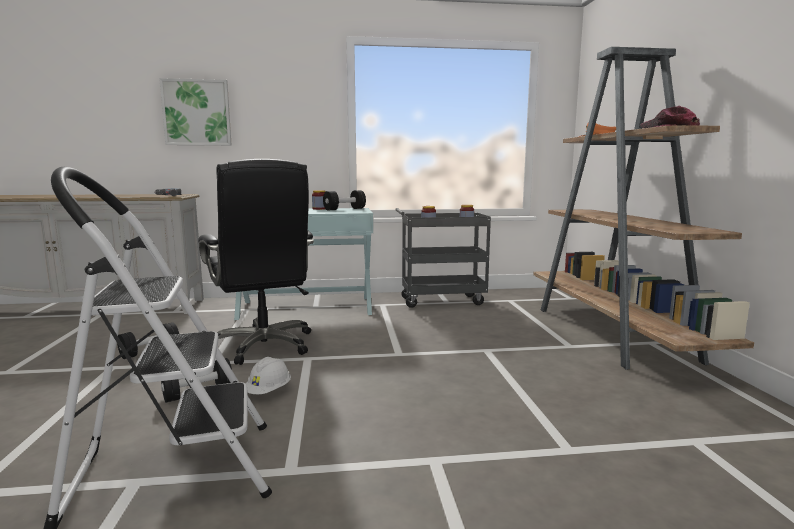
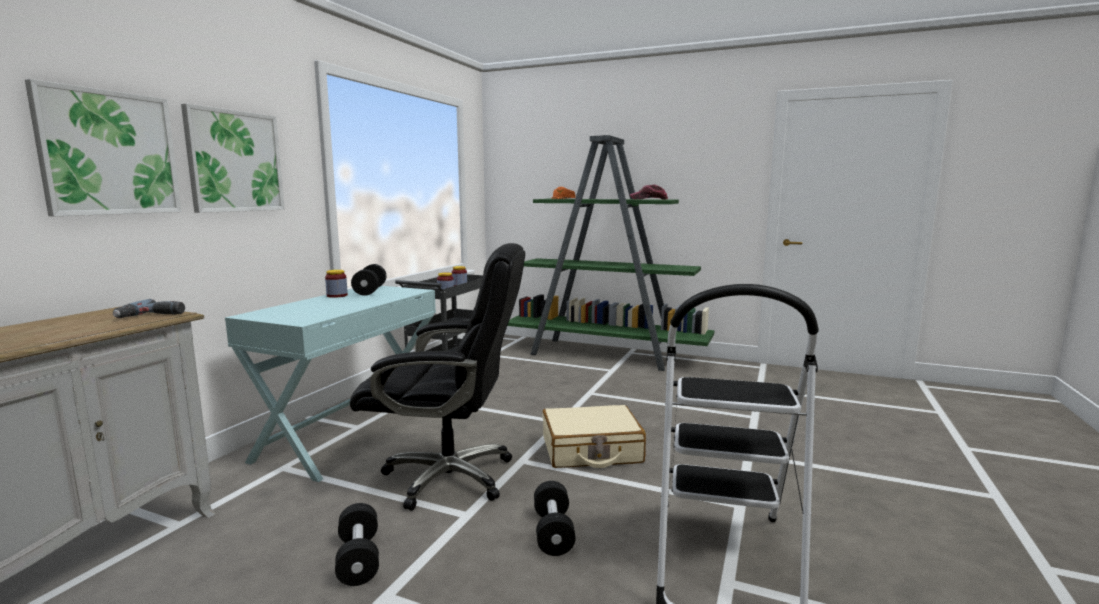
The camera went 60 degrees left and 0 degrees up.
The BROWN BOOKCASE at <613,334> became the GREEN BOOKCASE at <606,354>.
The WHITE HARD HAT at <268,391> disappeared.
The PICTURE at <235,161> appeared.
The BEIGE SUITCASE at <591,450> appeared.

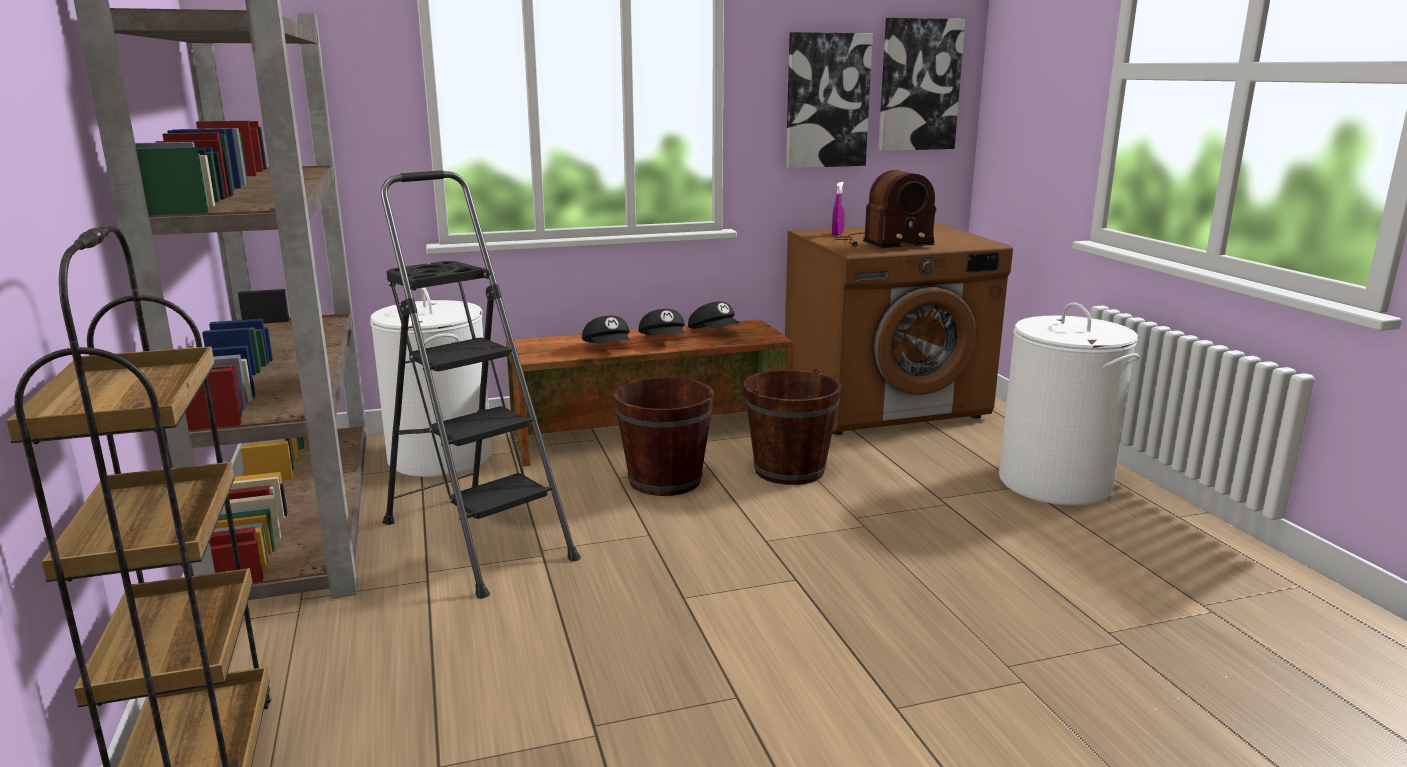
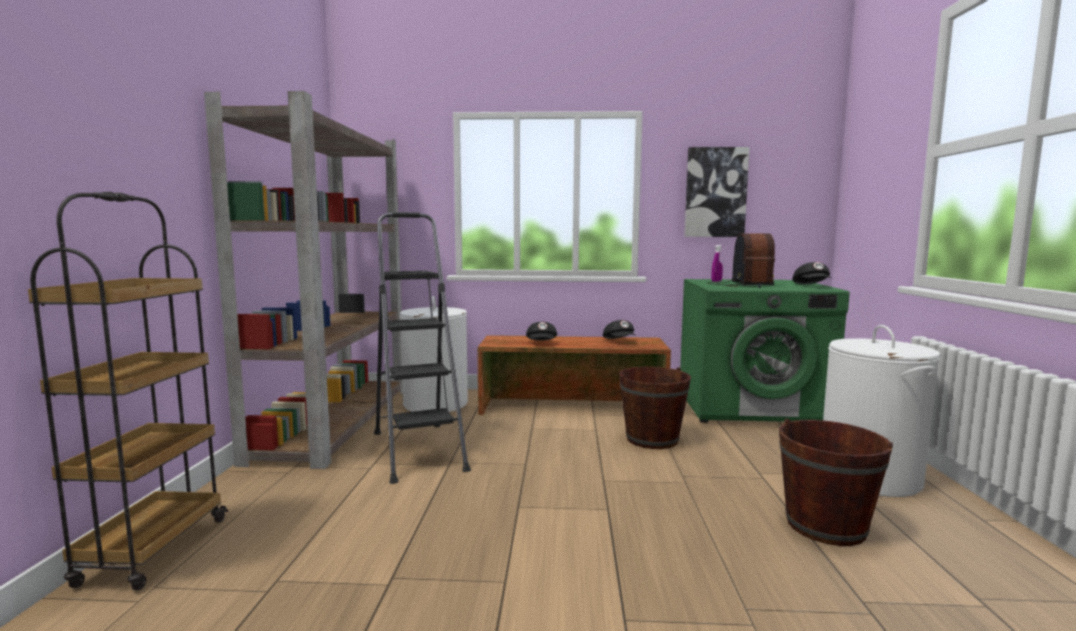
The camera went 20 degrees right and 10 degrees down.
The PICTURE at <919,85> disappeared.
The RADIO at <881,243> turned 90 degrees counterclockwise.
The BROWN WASHING MACHINE at <887,408> became the GREEN WASHING MACHINE at <752,410>.
The BLACK CAP moved from <663,340> to <812,285>.
The BROWN BUCKET moved from <665,480> to <825,526>.

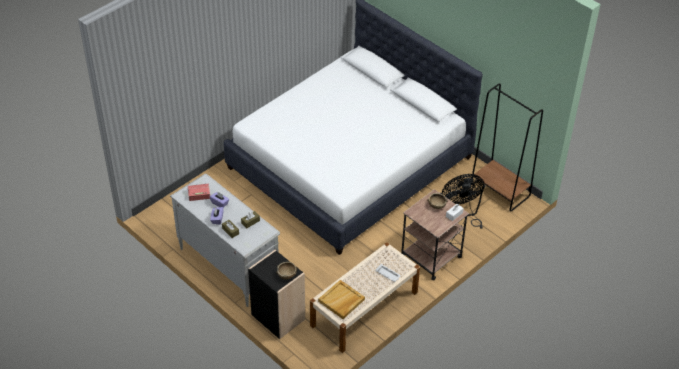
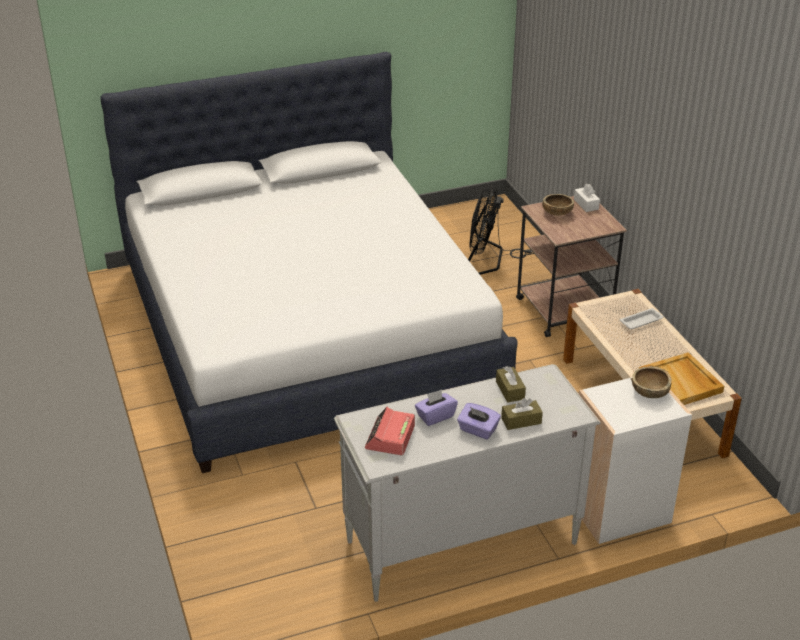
The camera went 65 degrees left and 10 degrees down.
The CLOTHES RACK at <500,191> disappeared.
The BLACK BOOKCASE at <277,317> became the WHITE BOOKCASE at <618,511>.

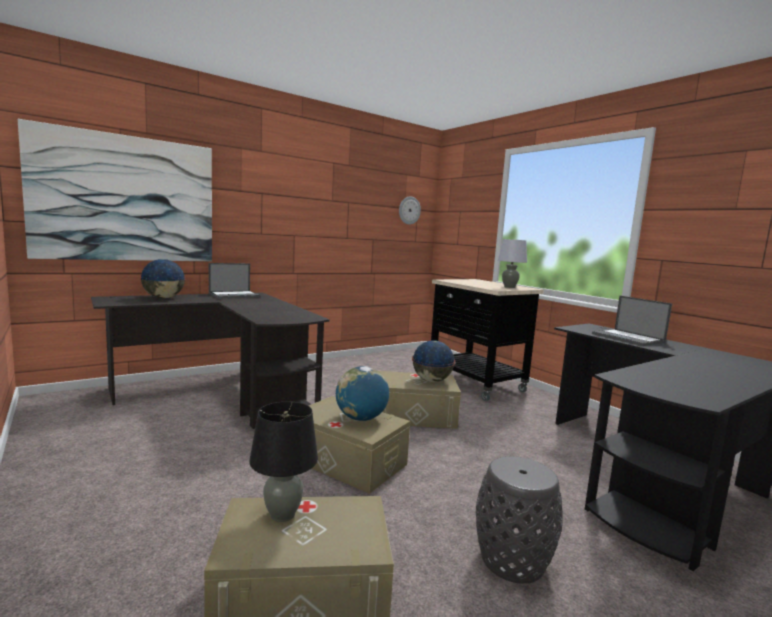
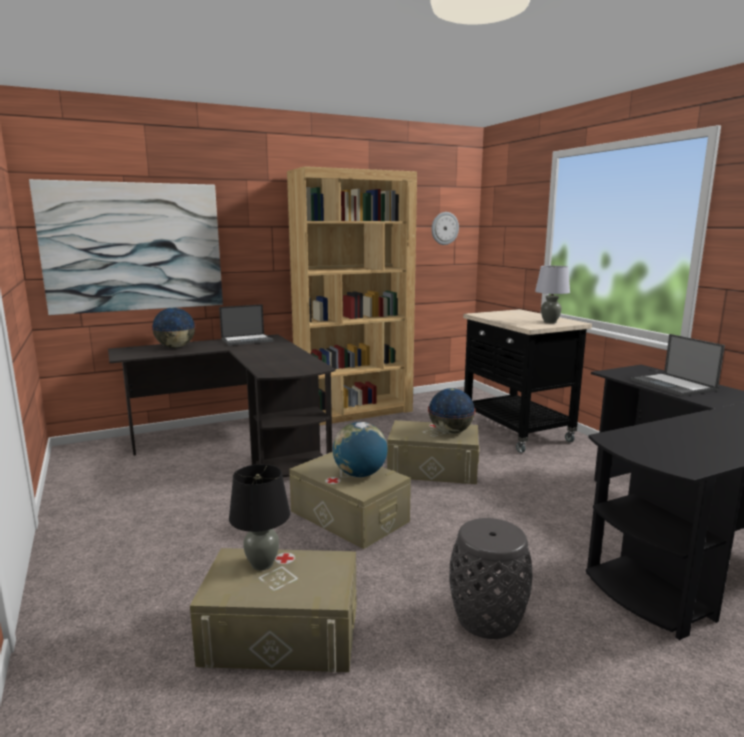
The camera went 10 degrees right and 5 degrees up.
The BROWN BOOKCASE at <354,412> appeared.

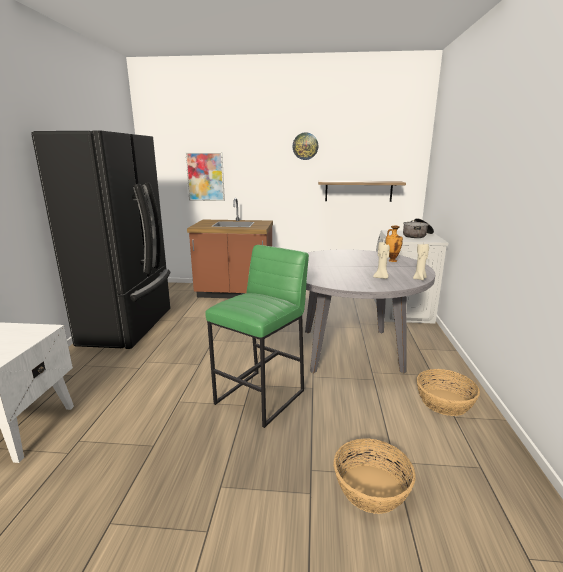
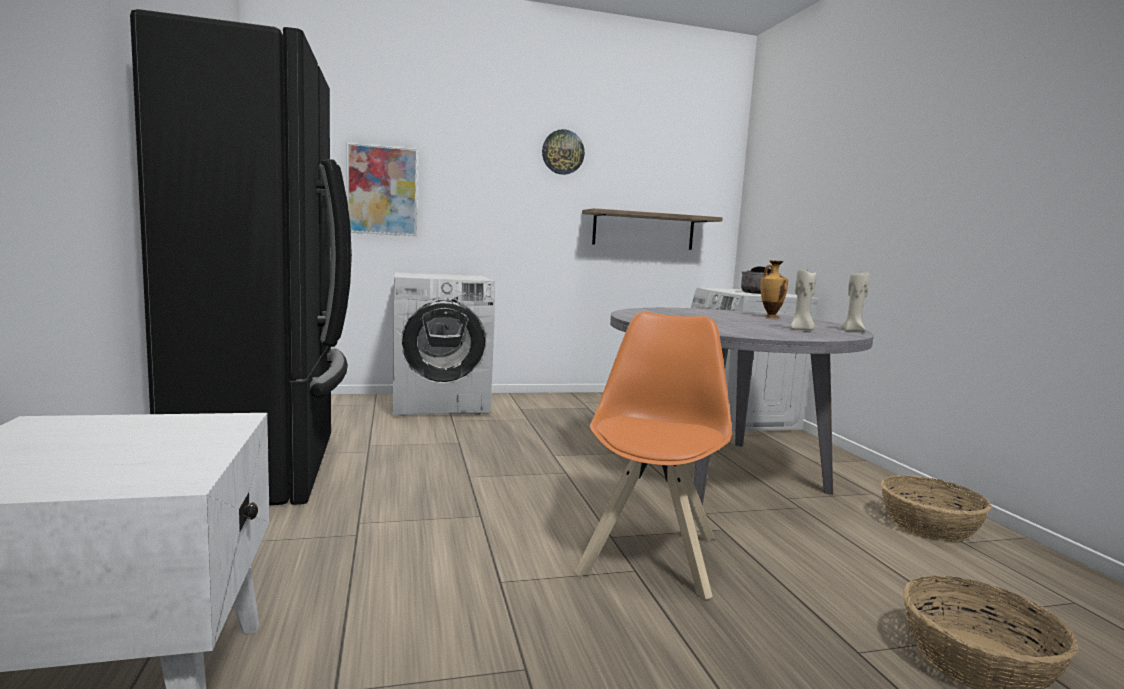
The camera went 20 degrees left and 10 degrees down.
The BROWN COUNTER at <235,293> was replaced by the WHITE WASHING MACHINE at <440,406>.
The GREEN STOOL at <261,396> was replaced by the ORANGE CHAIR at <650,552>.

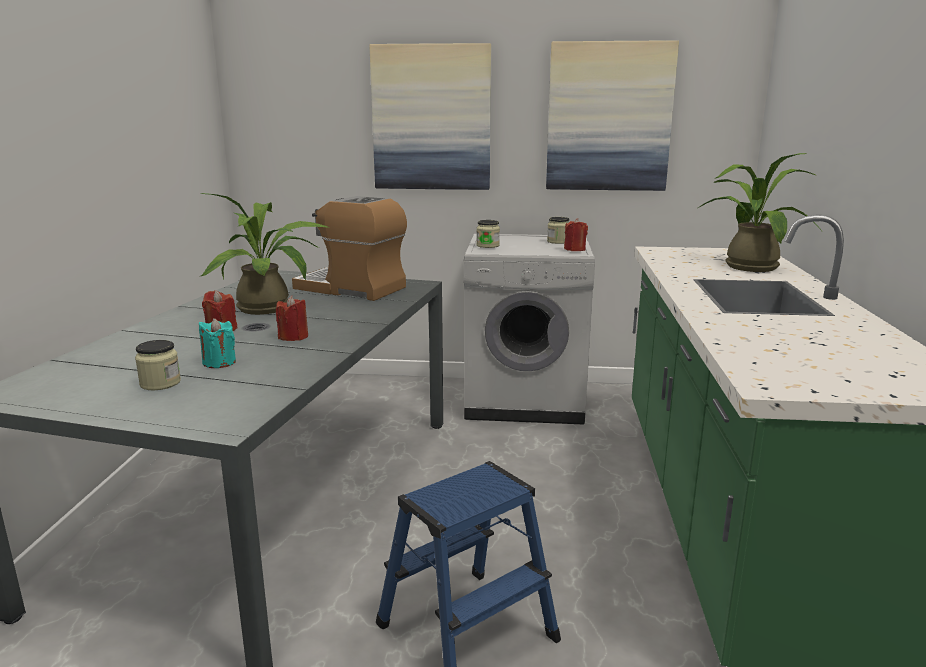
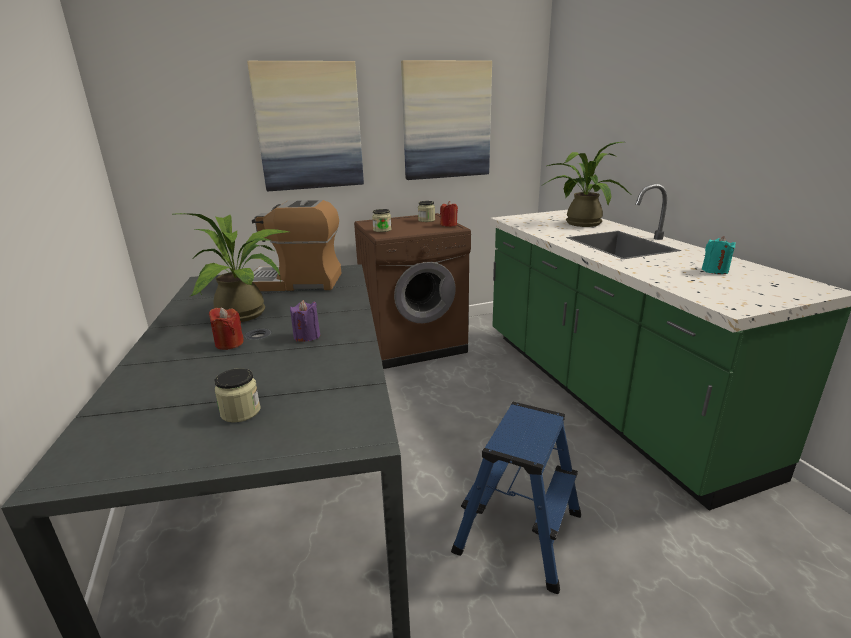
The camera went 25 degrees left and 5 degrees up.
The WHITE WASHING MACHINE at <525,402> became the BROWN WASHING MACHINE at <415,345>.
The RED CANDLE at <293,337> became the PURPLE CANDLE at <307,336>.
The TURQUOISE CANDLE moved from <219,362> to <715,271>.

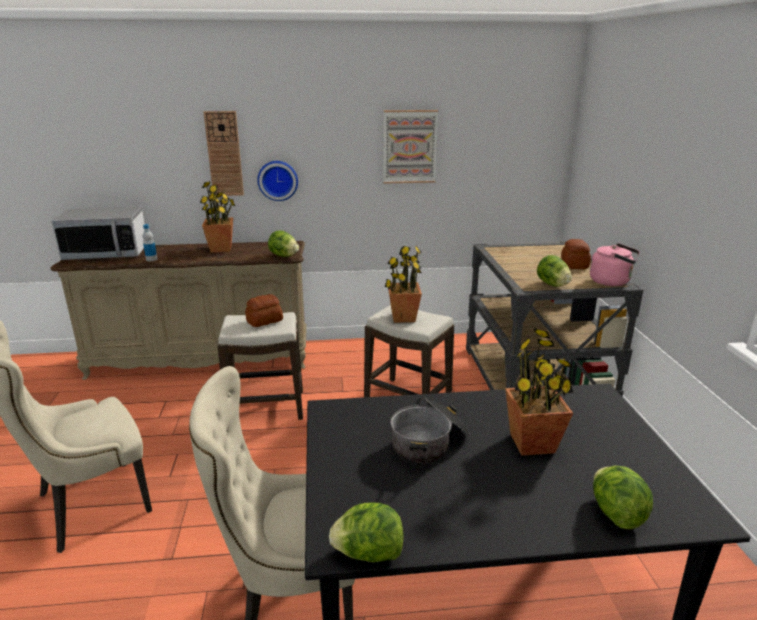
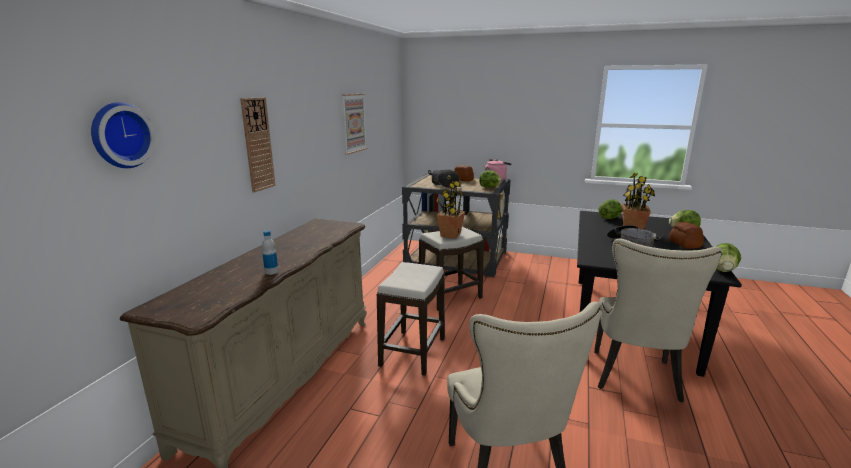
The camera went 65 degrees left and 5 degrees down.
The WALL CLOCK moved from <278,180> to <120,135>.
The POTTED PLANT at <221,248> disappeared.
The MICROWAVE at <107,253> disappeared.
The LETTUCE moved from <283,256> to <609,218>.
The BREAD moved from <264,321> to <684,244>.
The COOKING POT at <444,184> appeared.

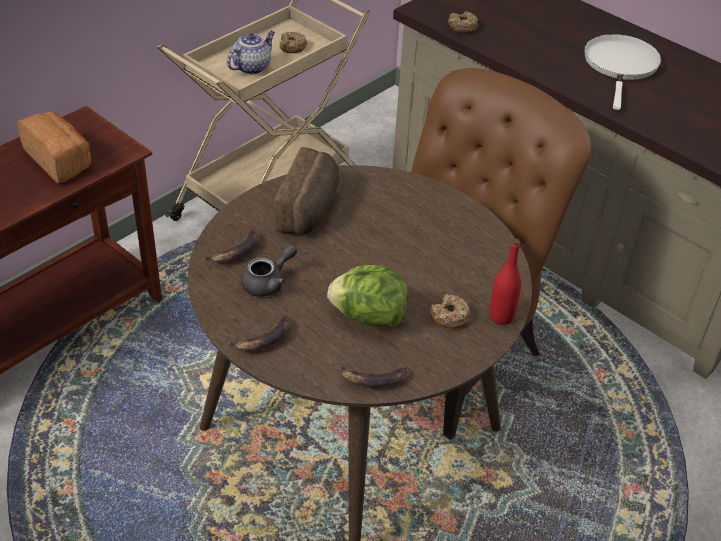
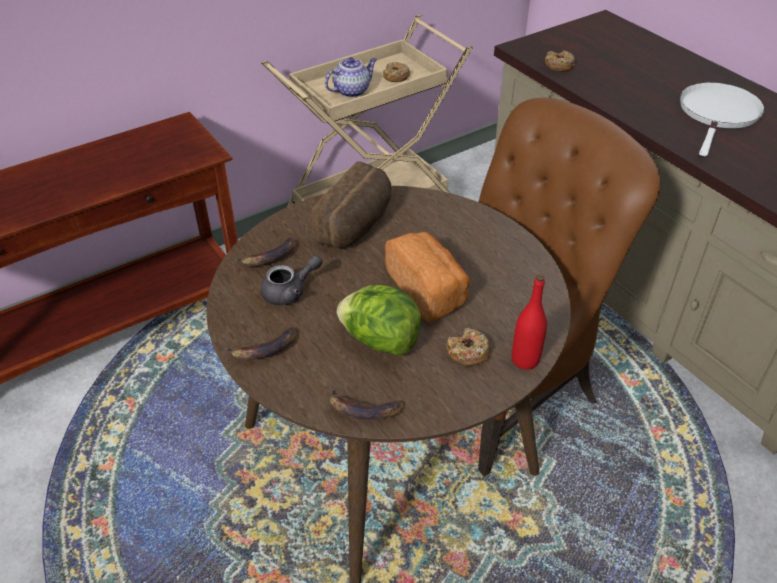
The camera went 15 degrees right and 0 degrees up.
The BREAD moved from <60,160> to <428,290>.

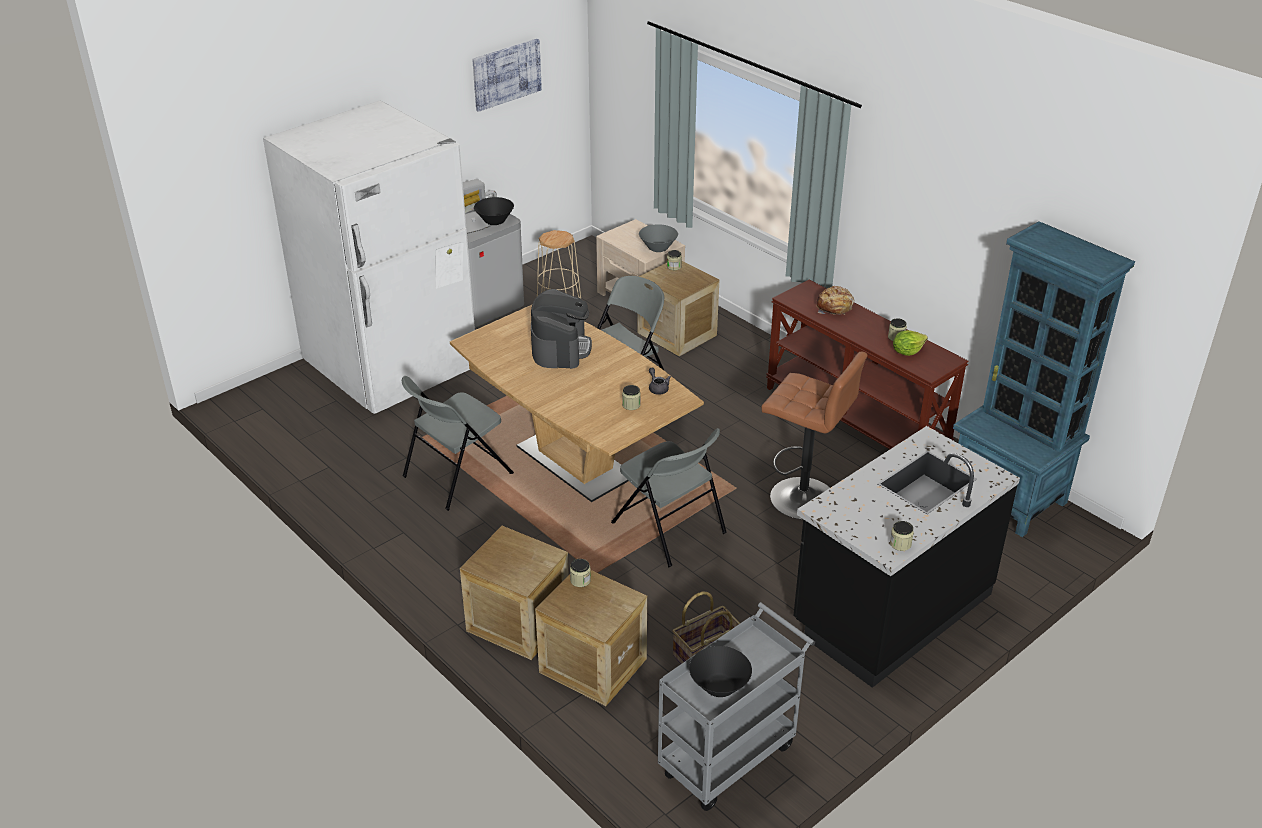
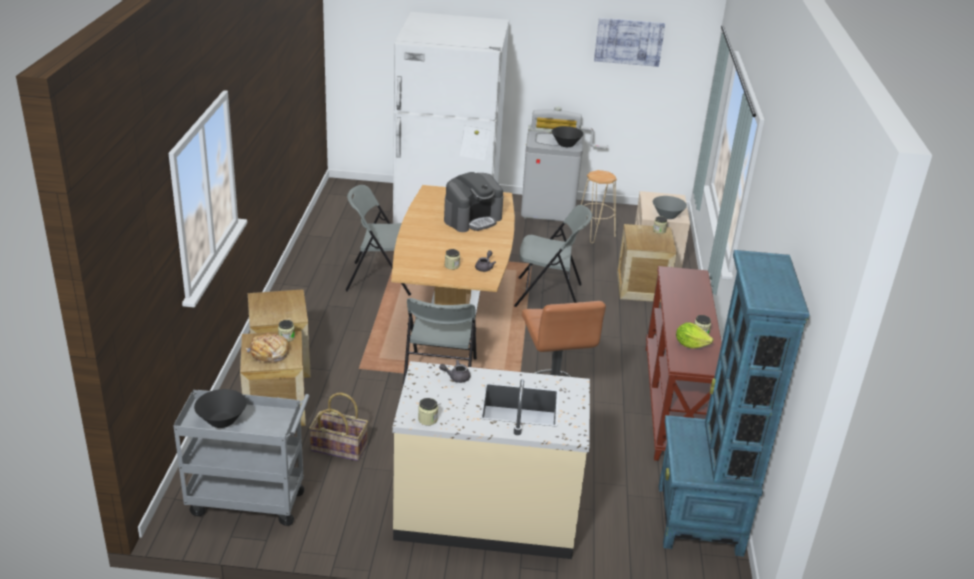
The camera went 45 degrees right and 5 degrees down.
The BREAD moved from <834,307> to <269,354>.
The BLACK COUNTER at <891,610> became the BEIGE COUNTER at <486,513>.
The GREY TEAPOT at <456,377> appeared.

